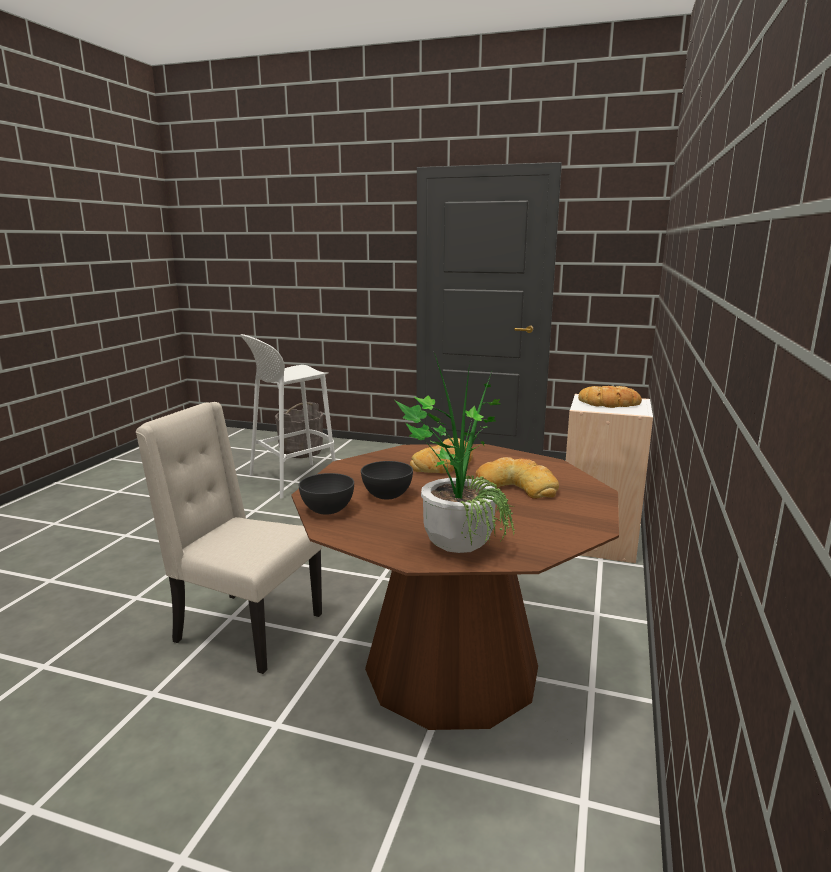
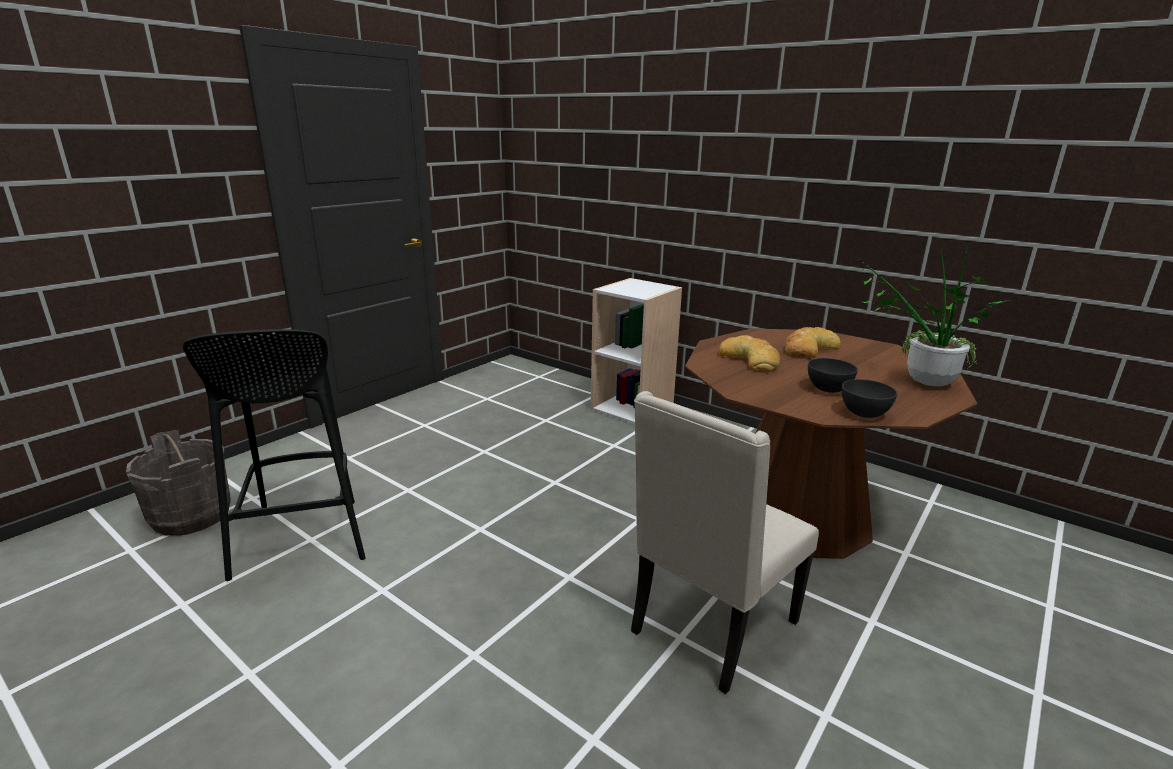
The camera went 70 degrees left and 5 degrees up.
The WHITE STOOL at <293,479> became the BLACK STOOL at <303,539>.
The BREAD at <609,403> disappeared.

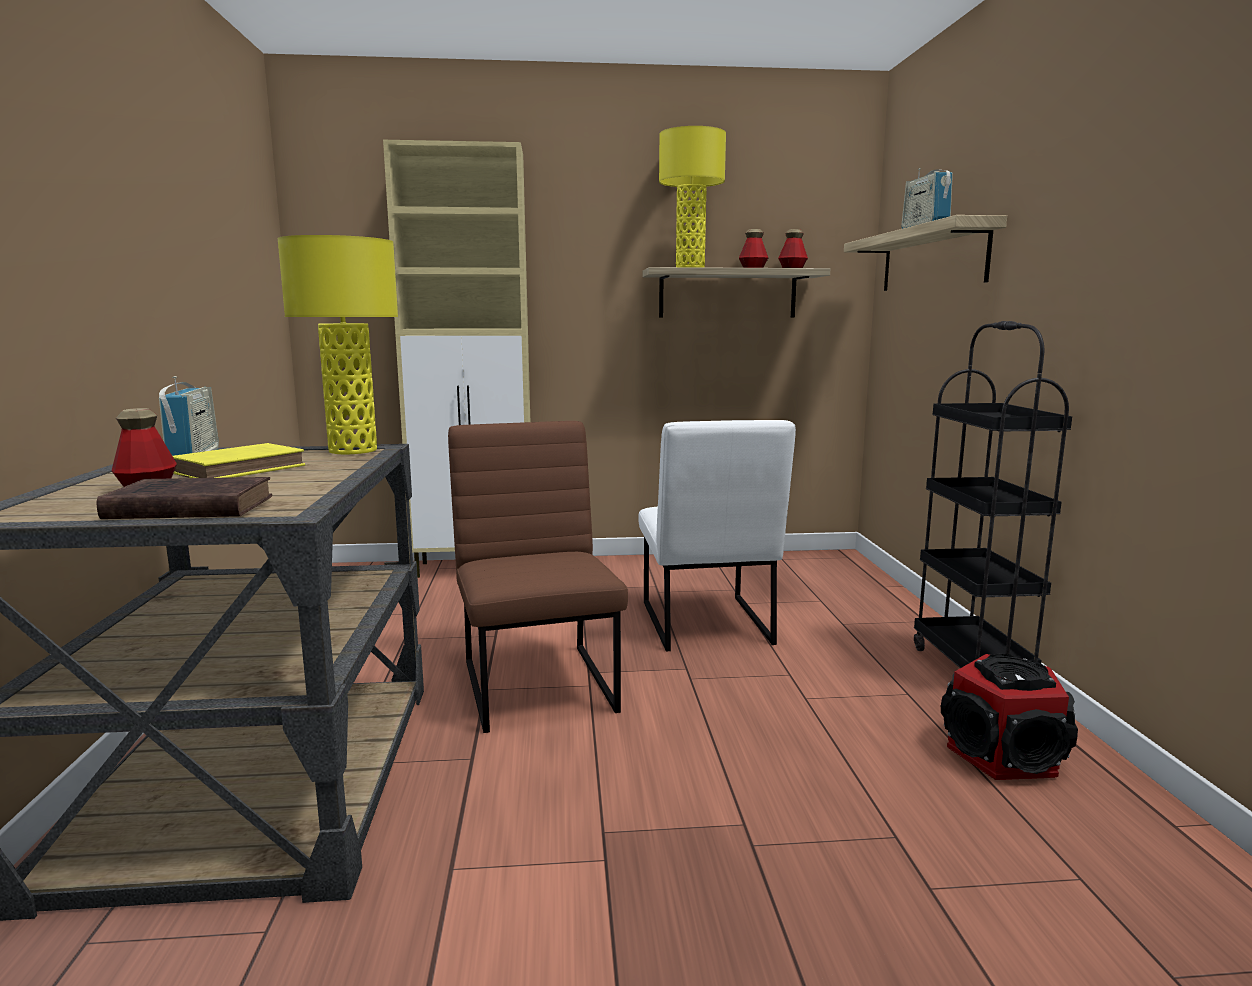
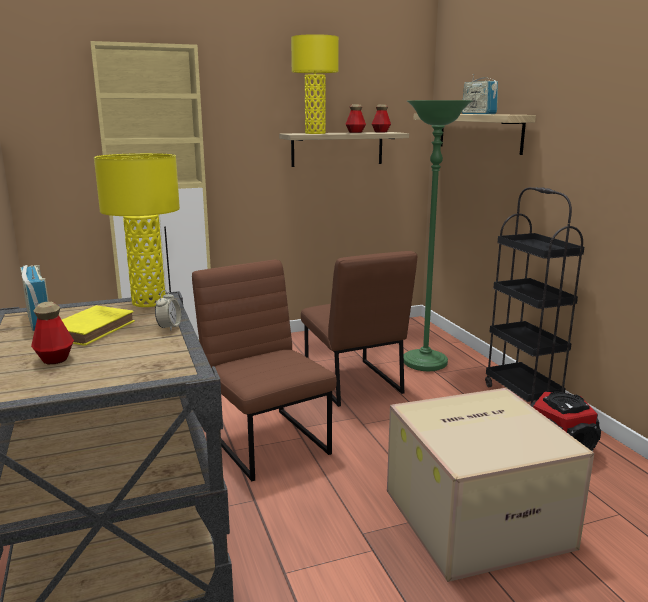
The camera went 15 degrees left and 5 degrees up.
The WHITE CHAIR at <705,624> became the BROWN CHAIR at <353,383>.
The BROWN BOOK at <186,508> disappeared.
The GREEN FLOOR LAMP at <425,363> appeared.
The ALARM CLOCK at <169,327> appeared.
The CARDBOARD BOX at <477,516> appeared.

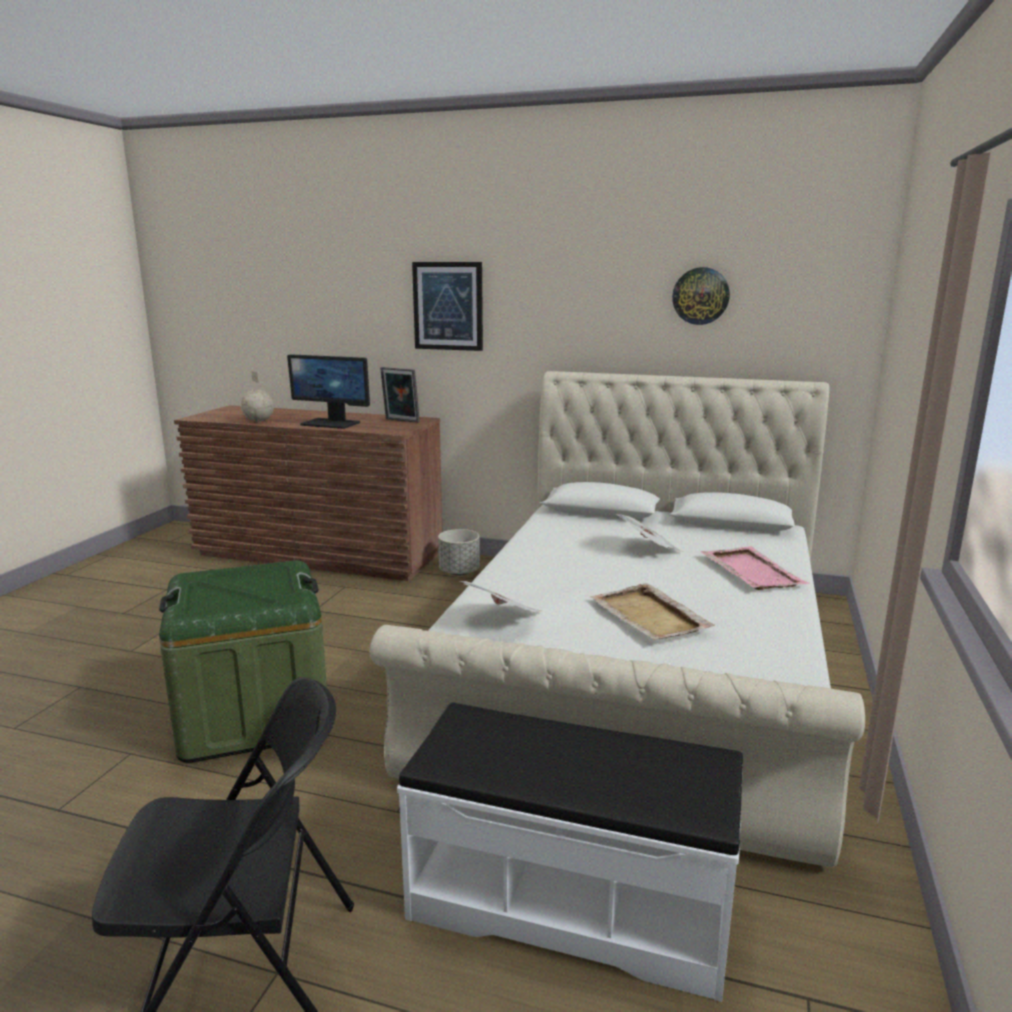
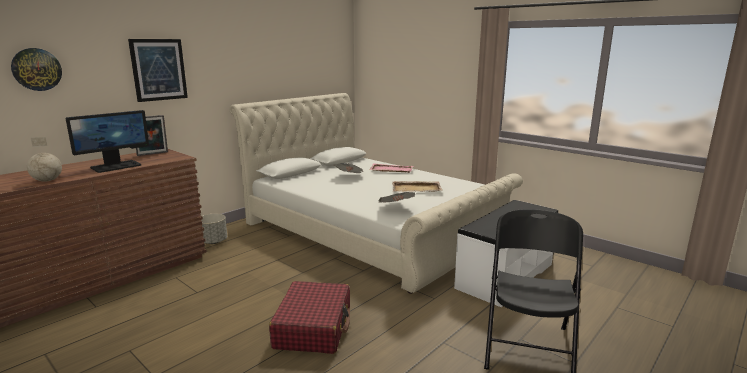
The camera went 65 degrees left and 0 degrees up.
The WALL CLOCK moved from <700,296> to <36,69>.
The GREEN STORAGE BOX at <254,714> was replaced by the RED SUITCASE at <313,327>.

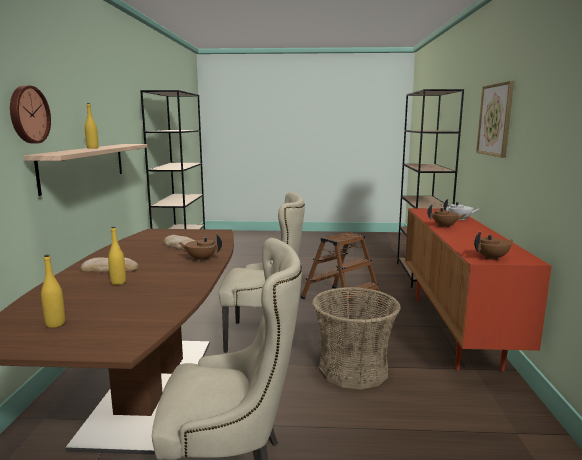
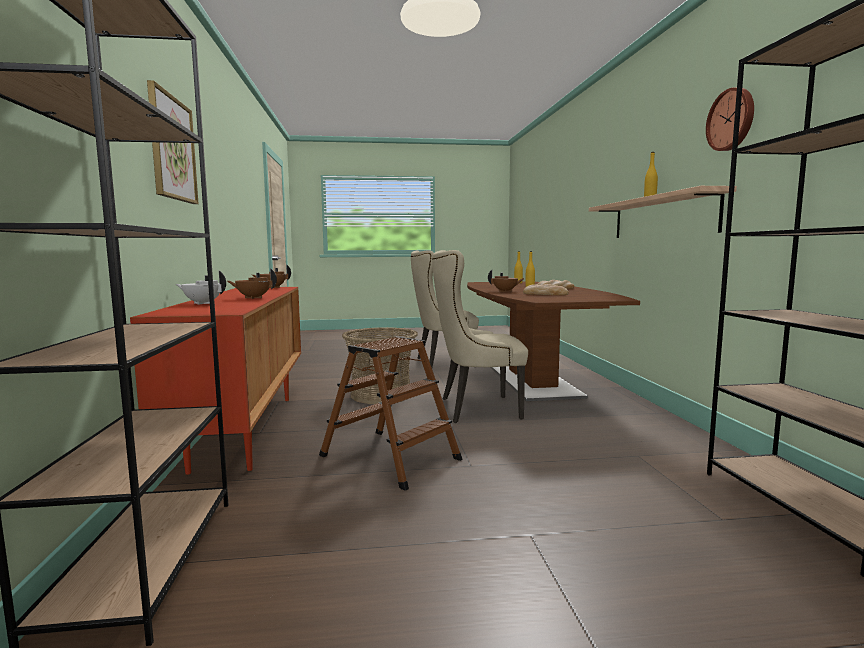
The camera went 170 degrees right and 5 degrees down.
The WALL CLOCK moved from <28,114> to <732,120>.

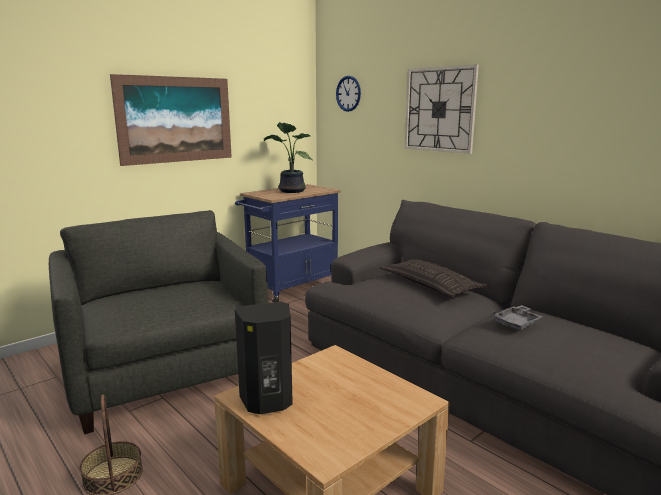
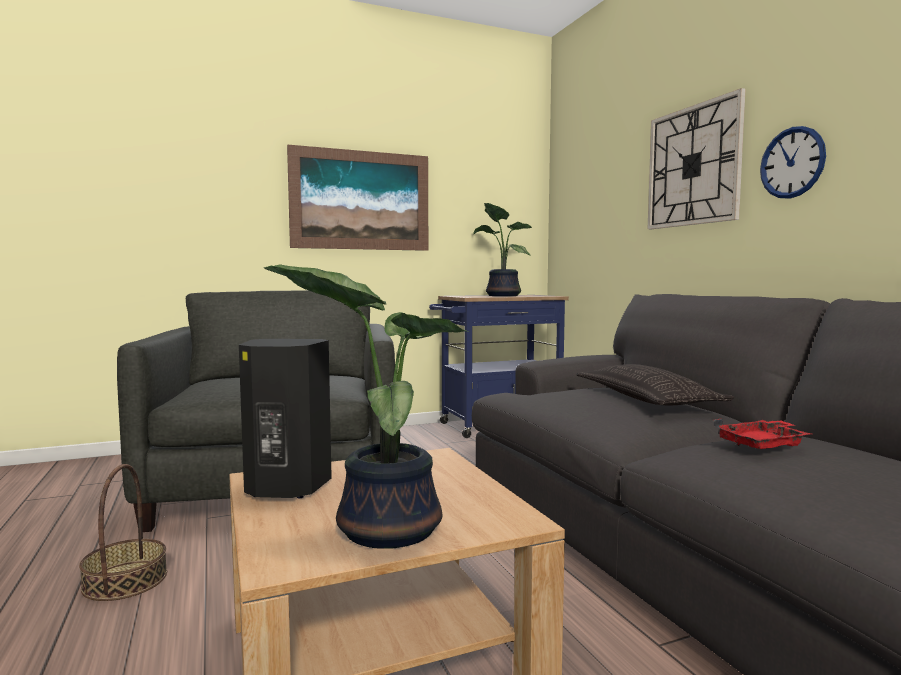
The camera went 20 degrees right and 10 degrees down.
The WALL CLOCK moved from <348,93> to <792,163>.
The GREY TRAY at <517,323> became the RED TRAY at <763,445>.
The POTTED PLANT at <385,527> appeared.

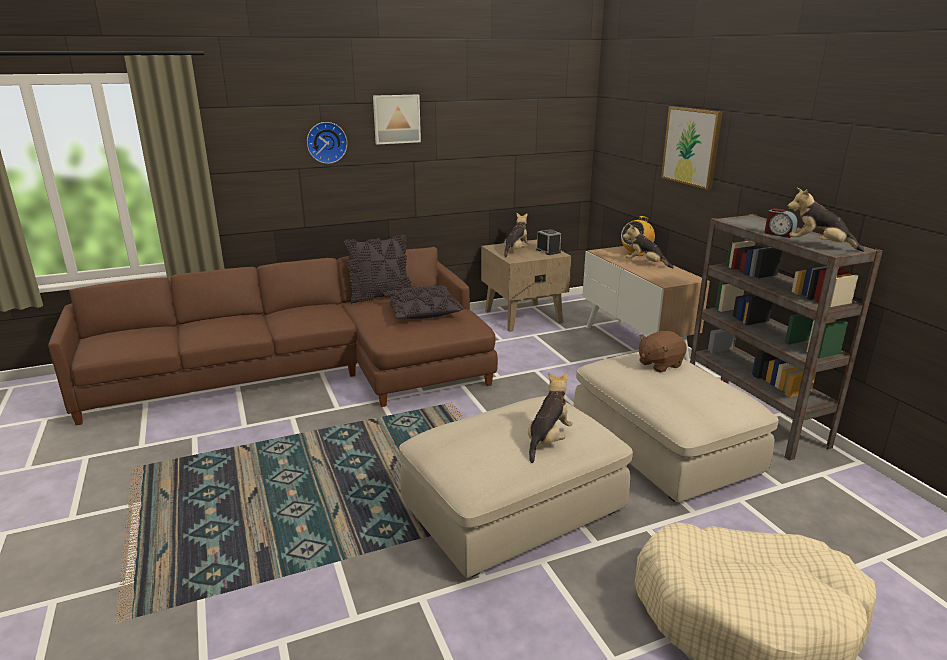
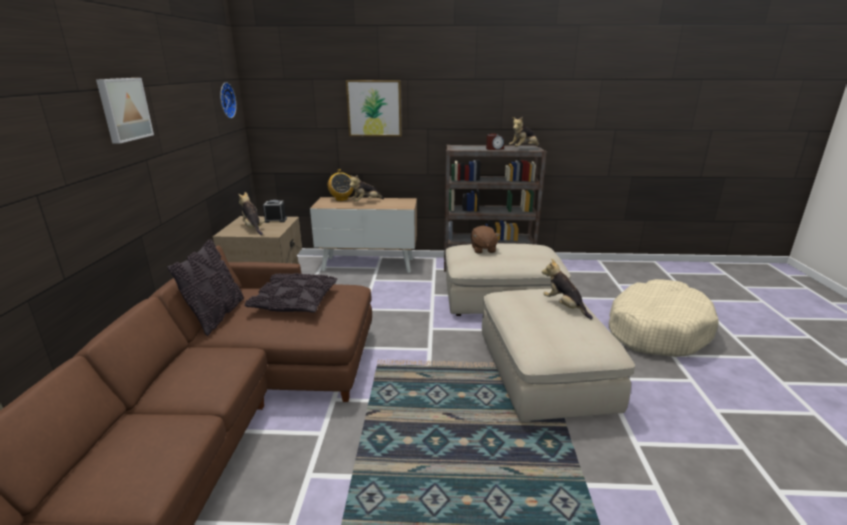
The camera went 65 degrees left and 0 degrees up.
The WALL CLOCK moved from <326,142> to <225,100>.

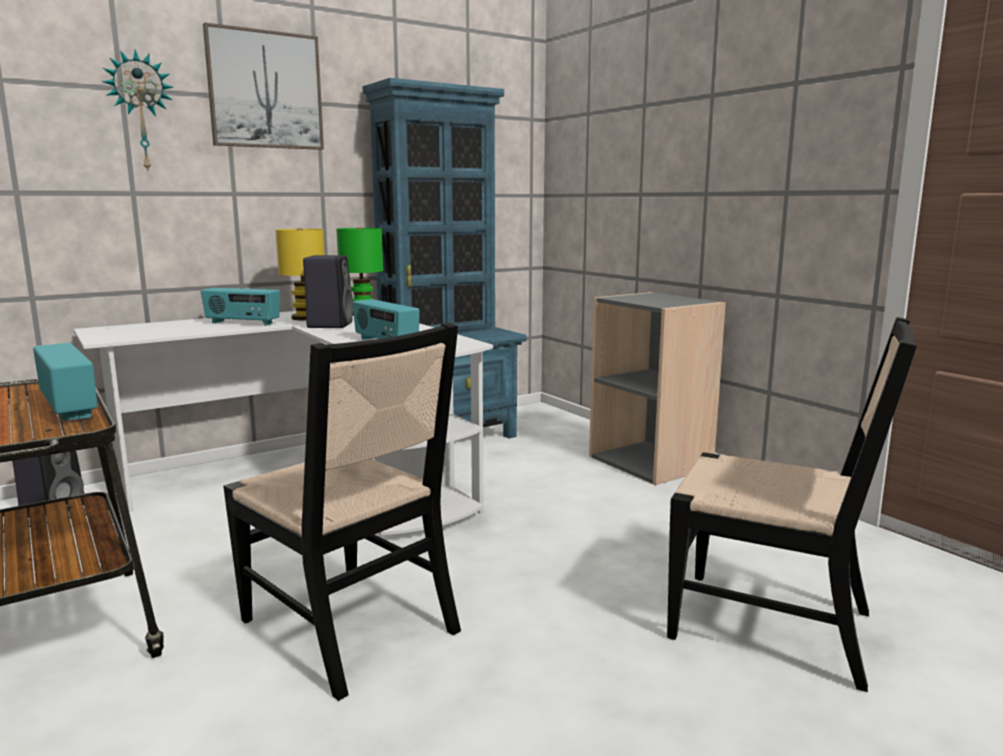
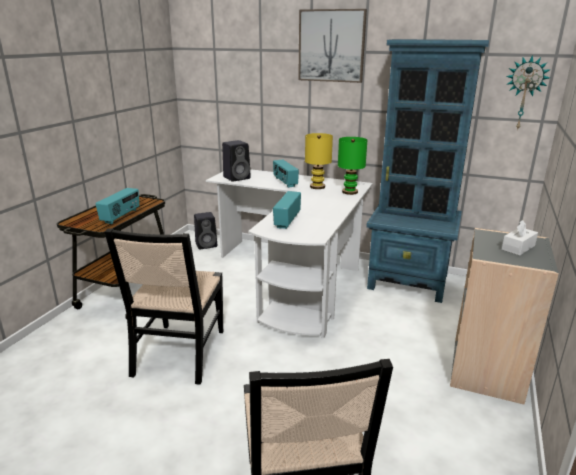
The camera went 55 degrees right and 10 degrees up.
The WALL CLOCK moved from <140,112> to <524,93>.
The BLACK SPEAKER moved from <330,325> to <237,177>.
The WHITE TISSUE BOX at <518,247> appeared.

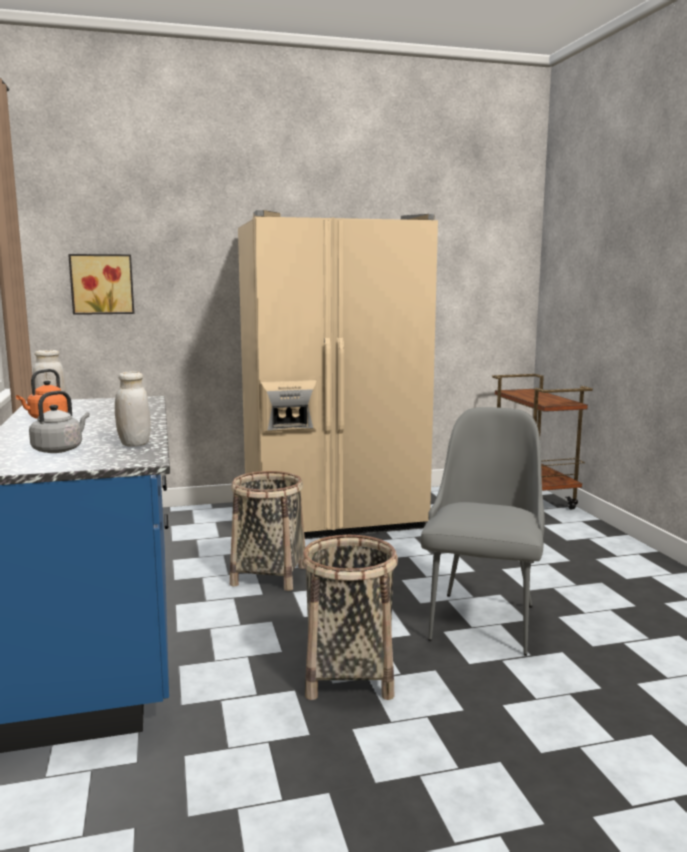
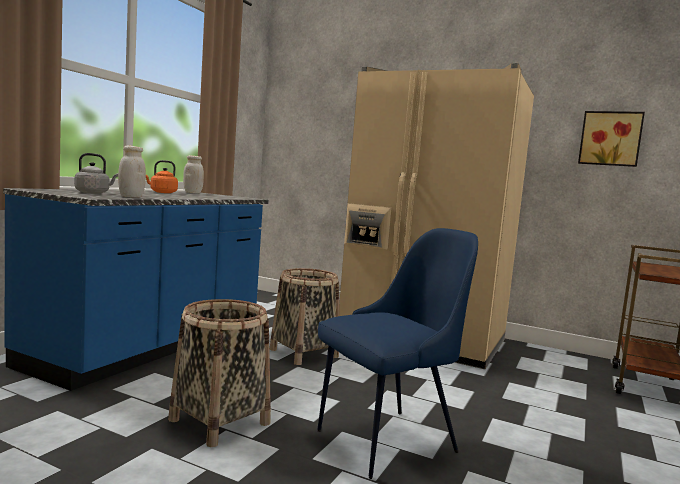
The camera went 40 degrees right and 5 degrees down.
The PICTURE moved from <102,284> to <610,138>.
The GREY CHAIR at <482,622> became the BLUE CHAIR at <387,441>.

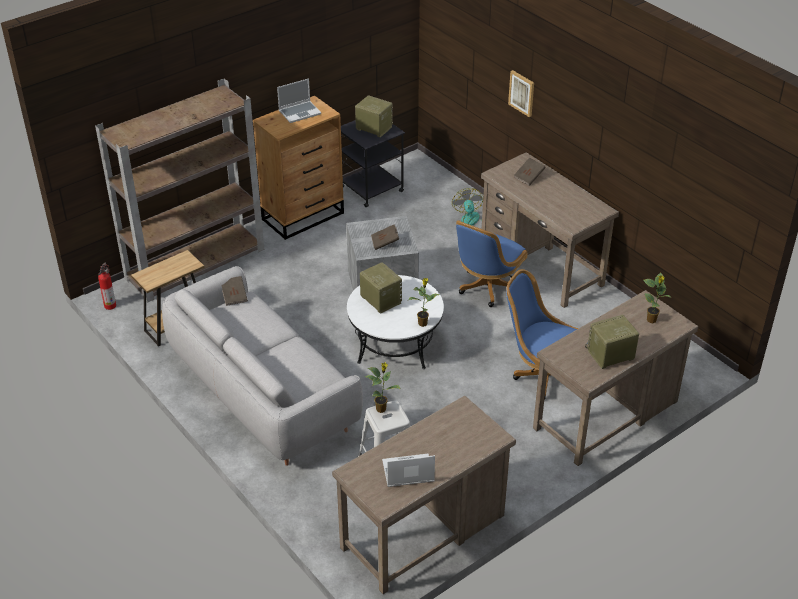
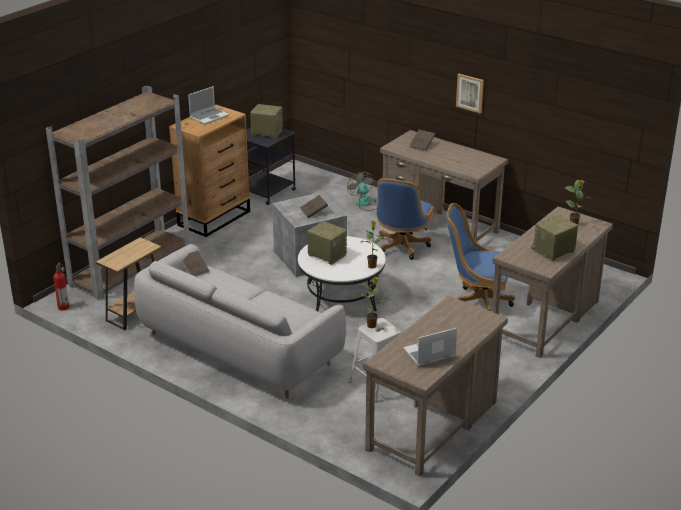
The camera went 15 degrees left and 10 degrees down.
The PICTURE moved from <522,93> to <470,93>.

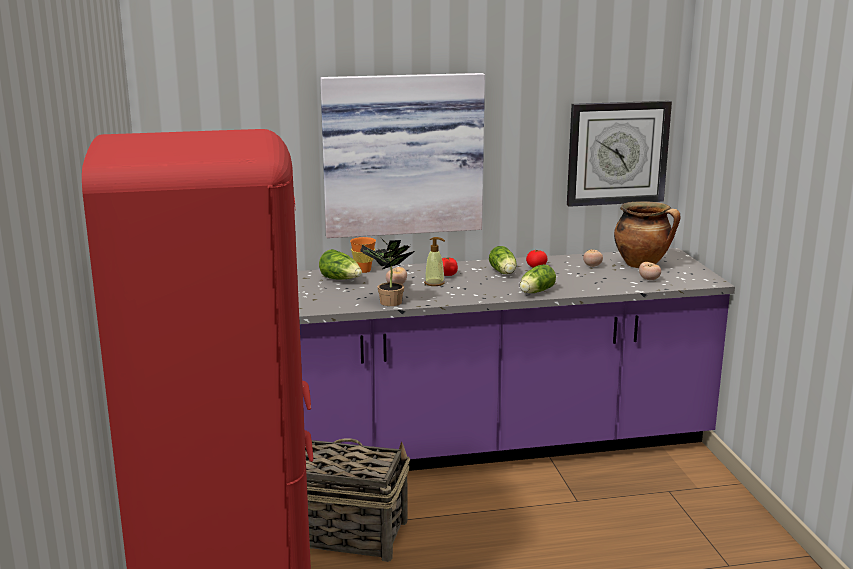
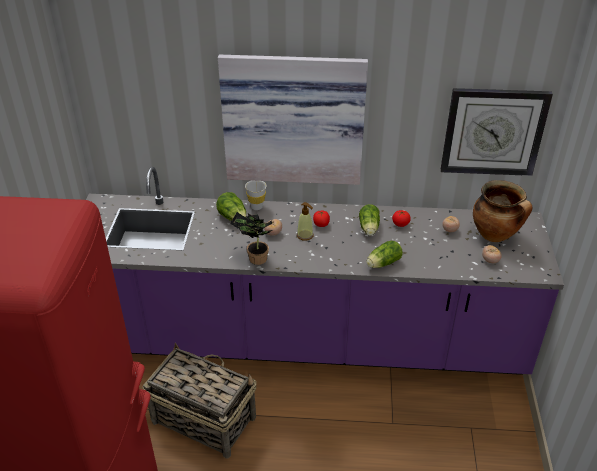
The camera went 15 degrees right and 20 degrees up.
The ORANGE CUP at <363,270> became the WHITE CUP at <256,207>.

